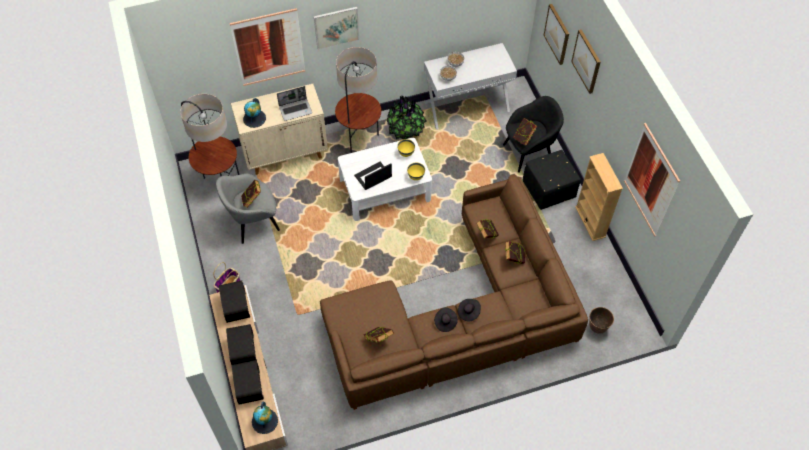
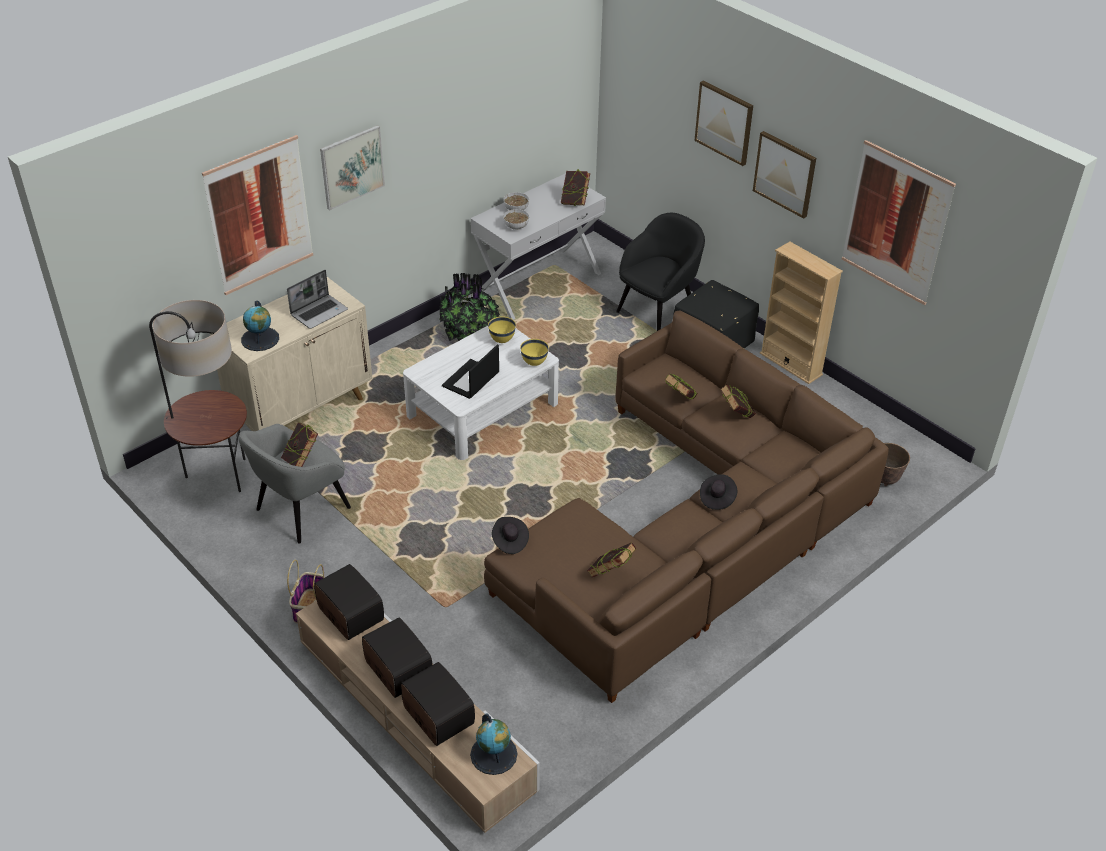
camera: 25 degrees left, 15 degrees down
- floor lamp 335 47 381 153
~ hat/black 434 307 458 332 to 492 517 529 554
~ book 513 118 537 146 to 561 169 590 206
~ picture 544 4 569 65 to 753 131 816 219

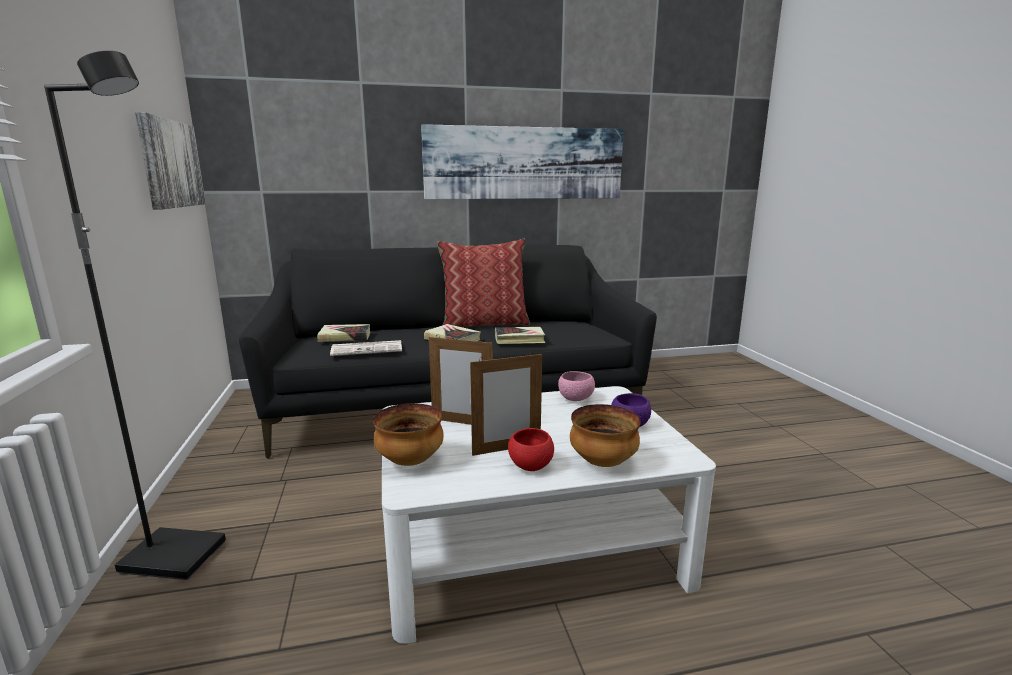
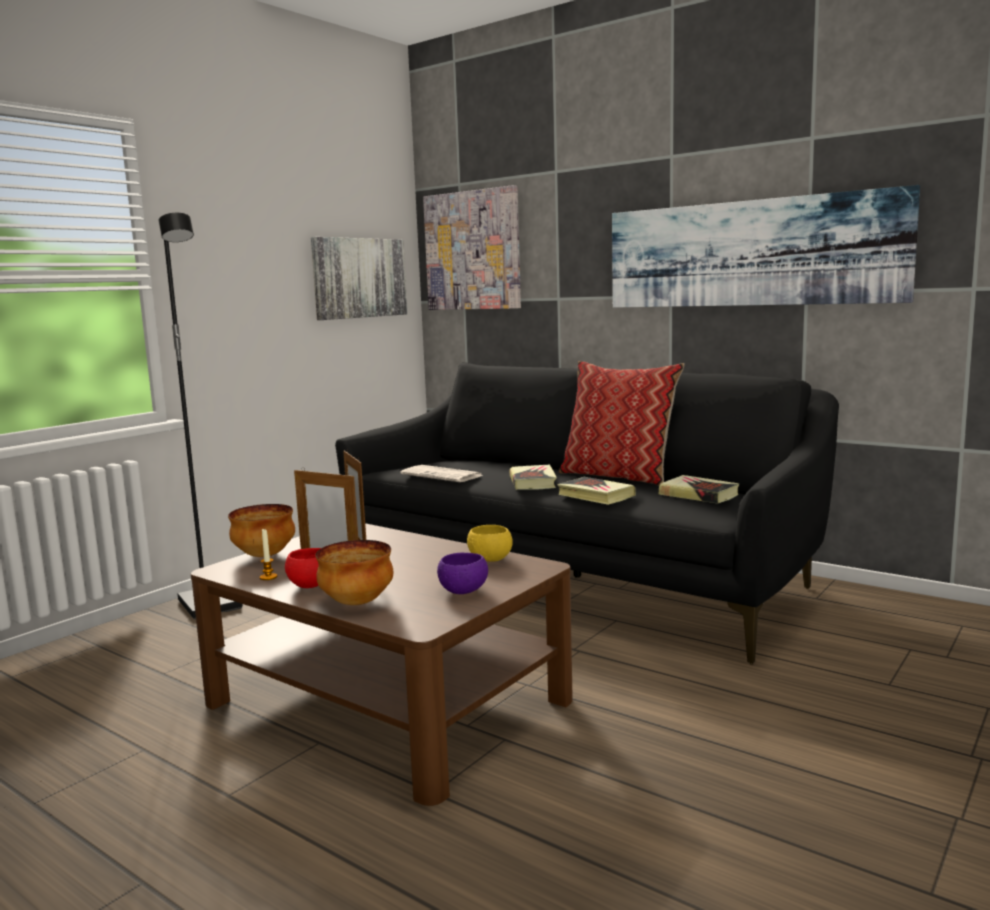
camera: 50 degrees right, 5 degrees down
+ candle 260 529 277 580
+ picture 423 185 521 310
~ book 317 324 370 342 to 659 475 739 503
~ coffee table/white 382 386 716 644 to coffee table/brown 191 523 573 806
~ bowl/pink 558 371 595 401 to bowl/yellow 467 525 513 562

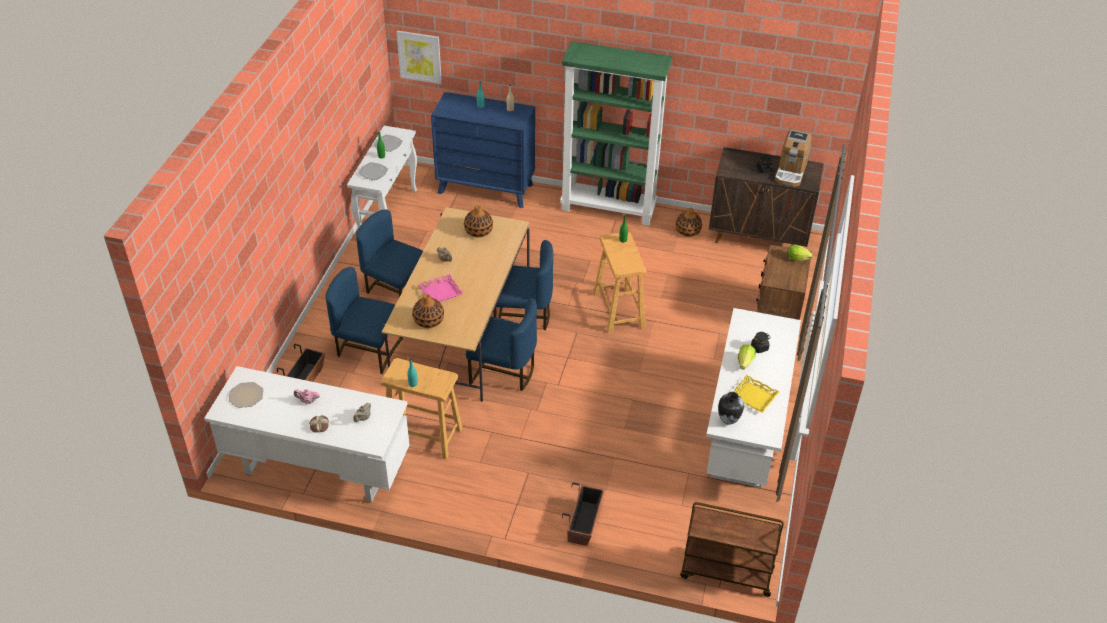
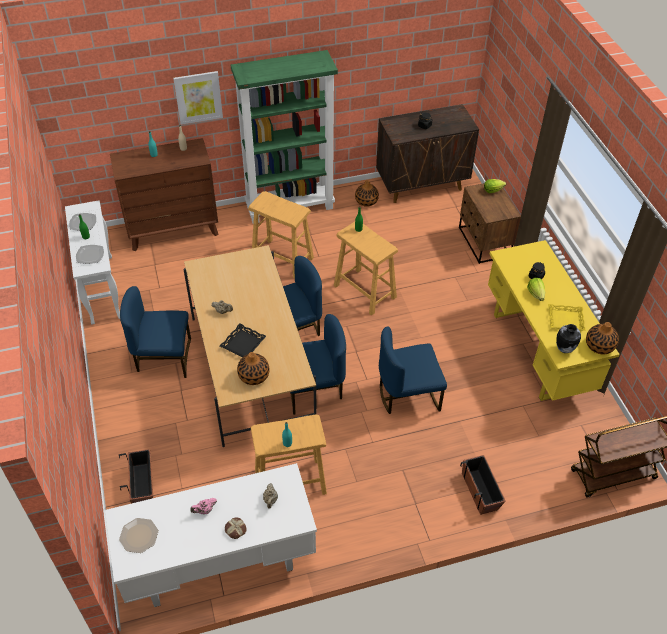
camera: 30 degrees left, 5 degrees up
- coffee machine 775 129 812 187
+ stool/beige 248 191 314 278
~ chair/blue 325 267 403 374 to 379 326 447 414
~ picture 396 30 442 84 to 173 71 223 125
~ vase 464 205 493 237 to 586 322 619 355
~ tray/pink 418 274 463 302 to tray/black 220 323 266 357
~ dresser/blue 431 92 535 208 to dresser/brown 110 138 218 251
~ desk/white 706 308 801 488 to desk/yellow 488 240 620 401

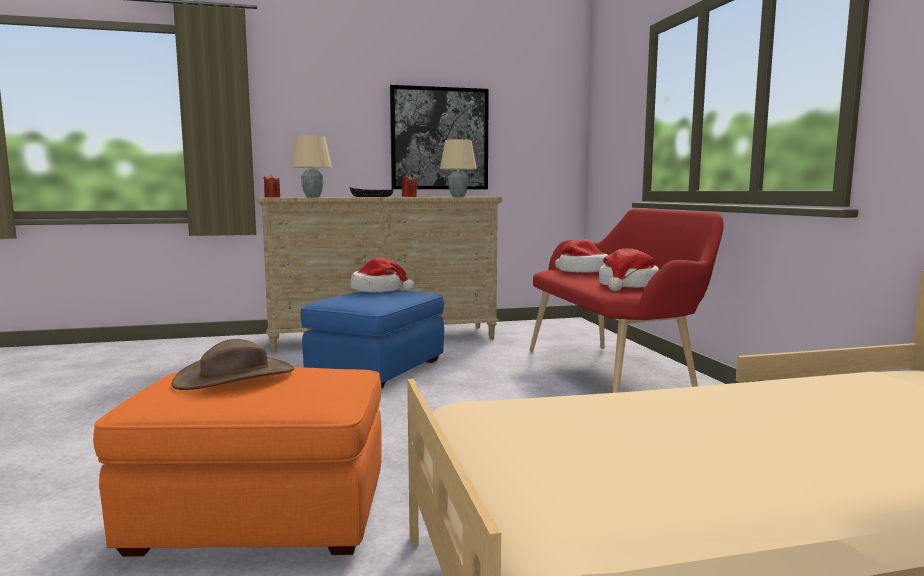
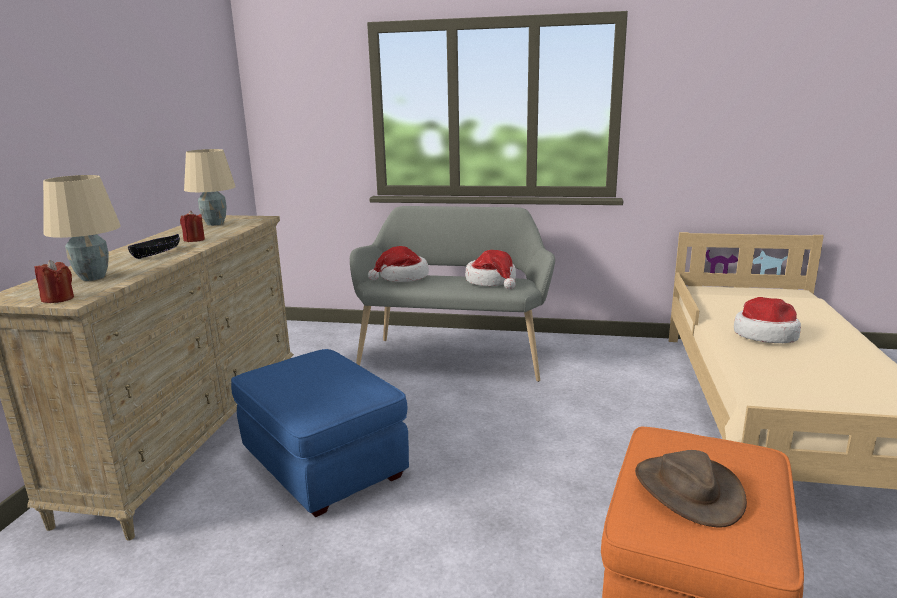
camera: 65 degrees left, 10 degrees up
- picture 390 85 489 189
~ hat 350 258 415 292 to 734 297 801 343
~ bench/red 529 208 724 393 to bench/grey 350 206 555 382

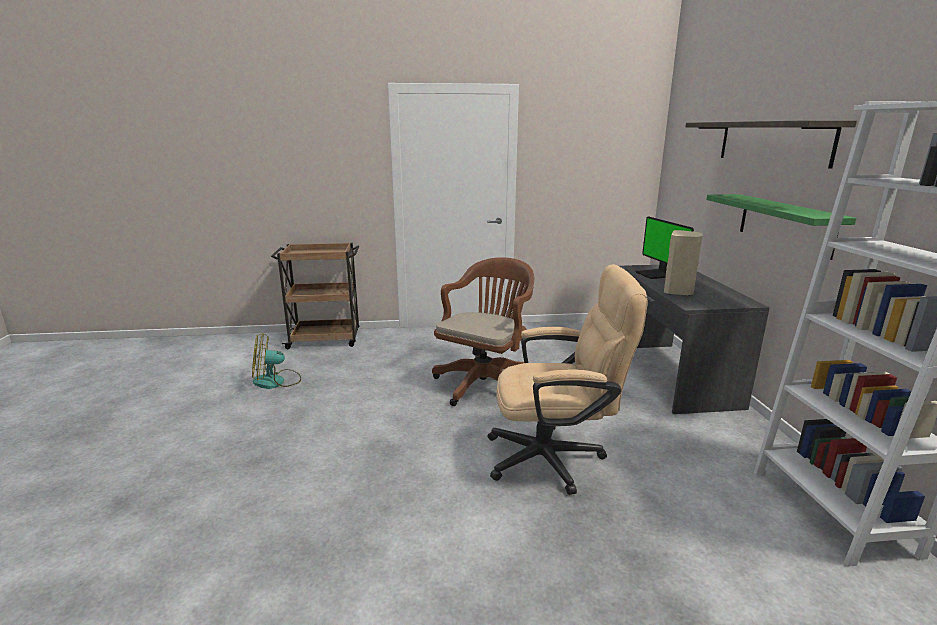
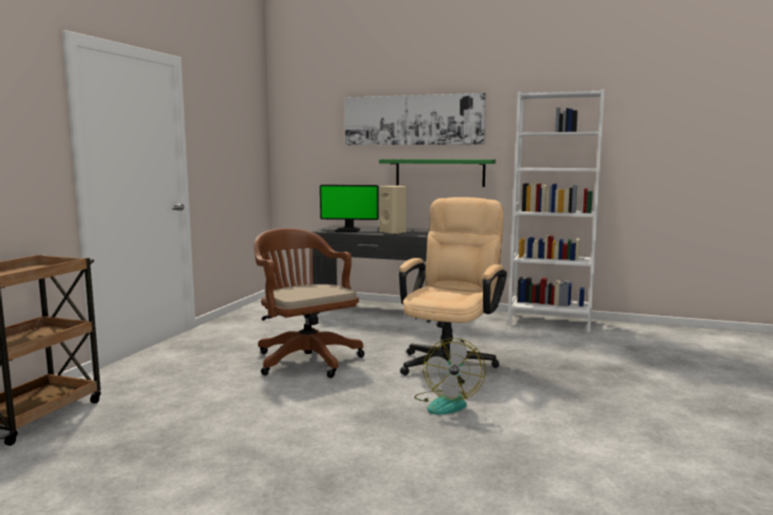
camera: 65 degrees left, 10 degrees down
~ fan 252 333 301 389 to 414 338 486 415
~ shelf 686 120 857 169 to picture 345 93 486 145

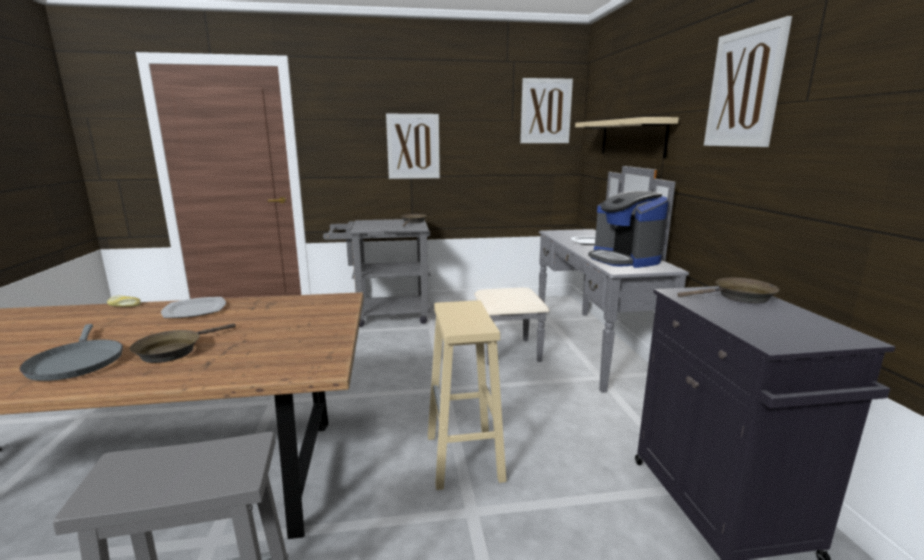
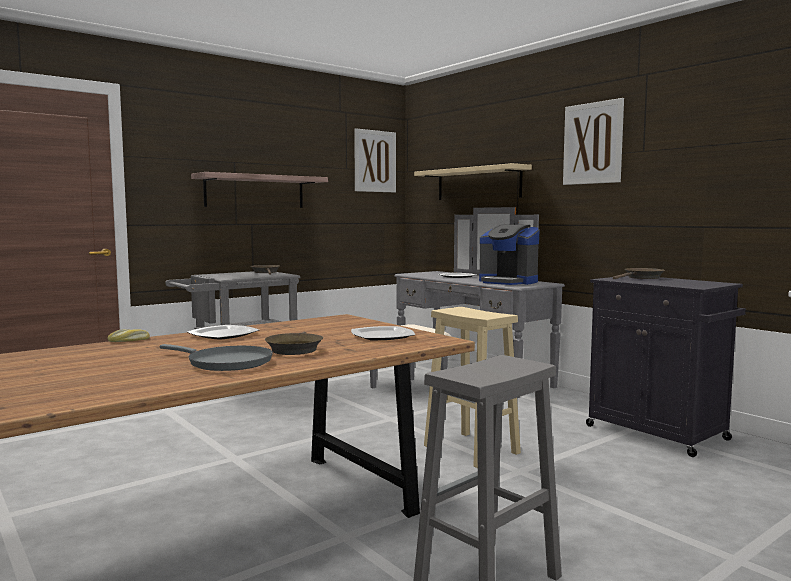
camera: 30 degrees left, 10 degrees down
+ plate 351 326 415 340
~ picture 386 114 440 179 to shelf 191 172 328 208

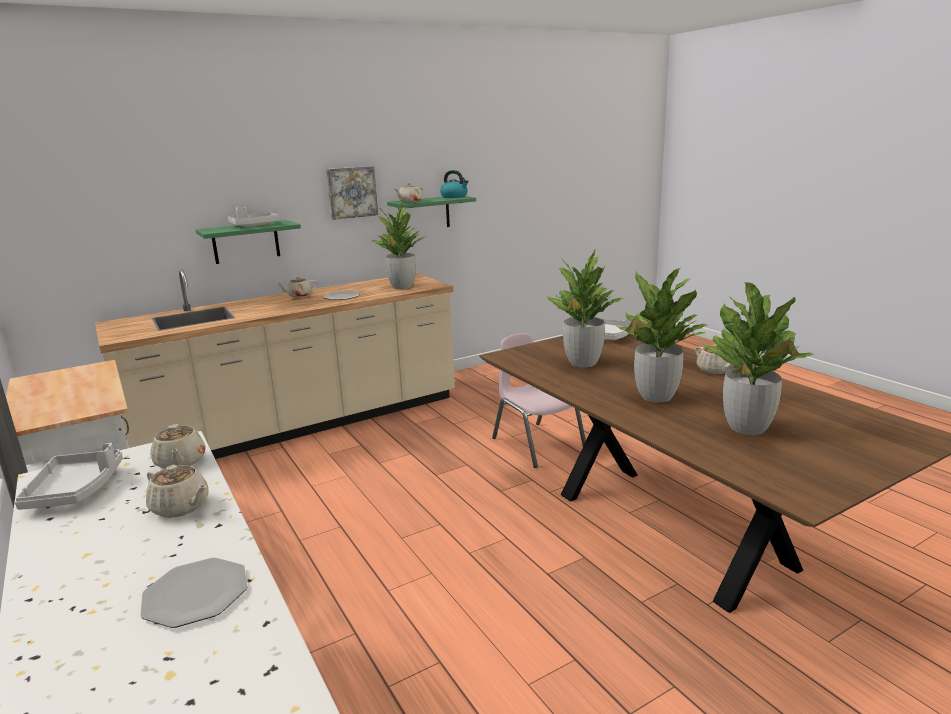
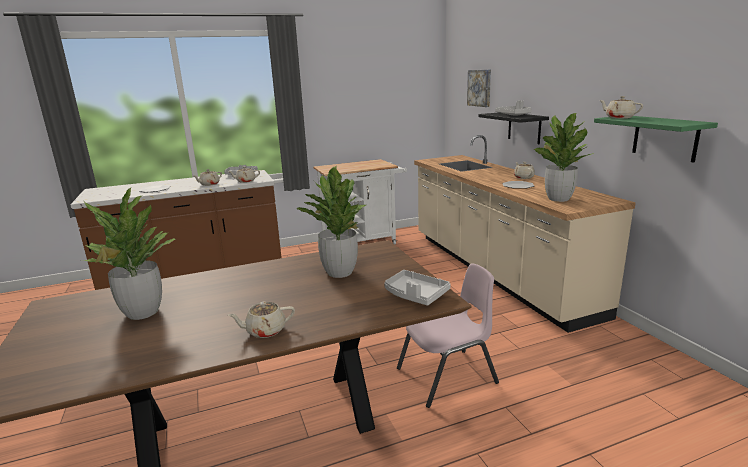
camera: 100 degrees right, 0 degrees up
- kettle 440 170 469 198
- potted plant 615 268 707 403
~ picture 326 166 378 220 to 467 69 491 107
~ shelf/green 196 220 301 264 to shelf/black 478 113 549 144

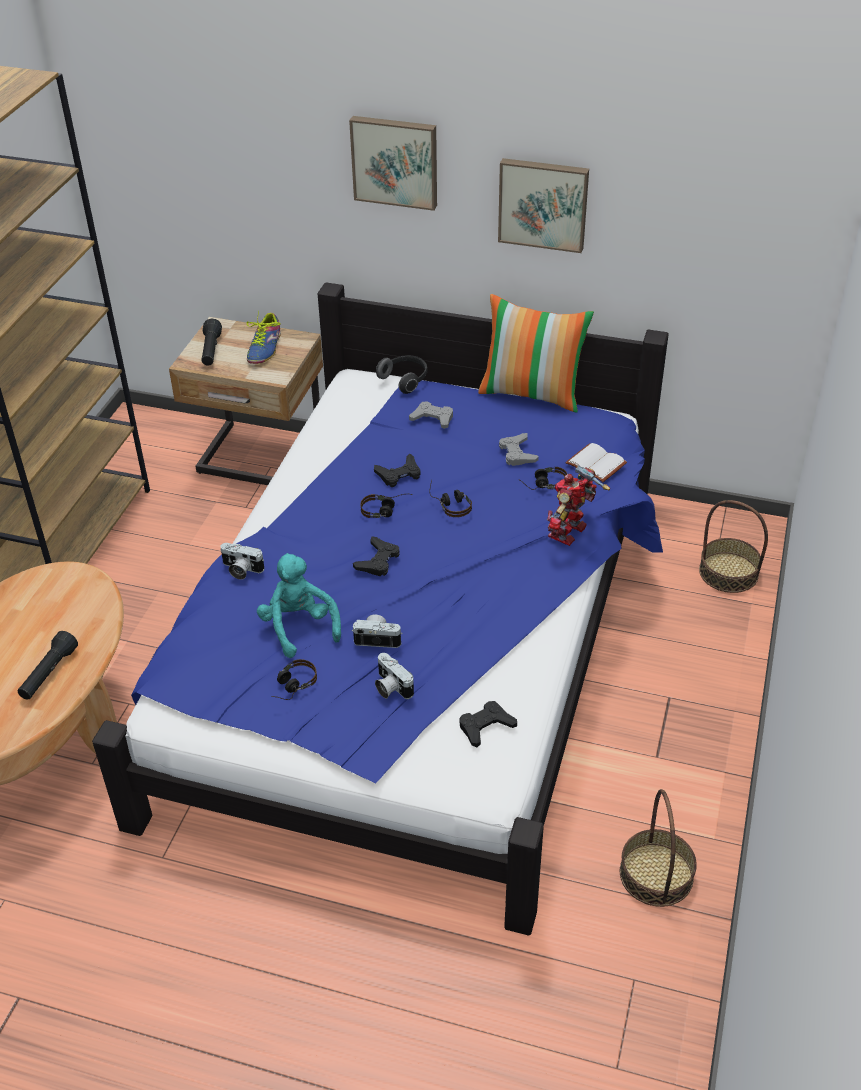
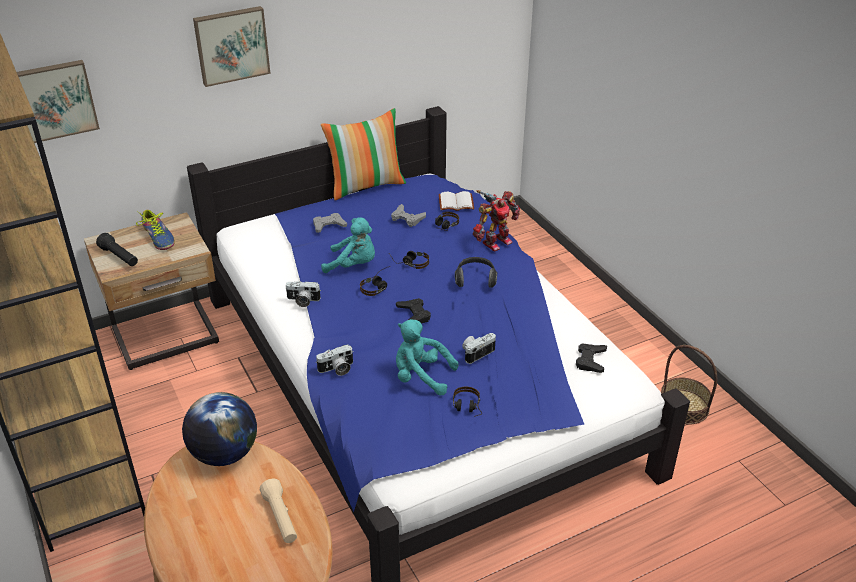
camera: 45 degrees left, 5 degrees down
- basket 699 500 768 593
+ globe 182 392 257 466
~ photo camera 375 653 414 699 to 285 281 321 307
~ headphones 376 355 428 394 to 455 257 497 288
~ picture 498 158 589 253 to 17 60 100 143
~ game controller/black 374 454 420 487 to plush toy/turquoise 321 217 375 273
~ flashlight/black 17 631 78 700 to flashlight/beige 260 479 297 543
~ toy robot 547 466 610 546 = 473 190 520 252 120 degrees counterclockwise

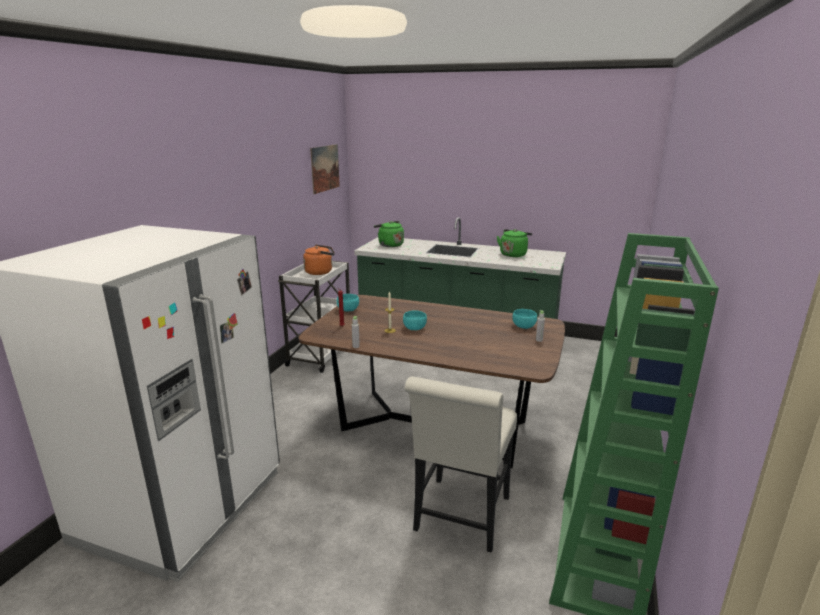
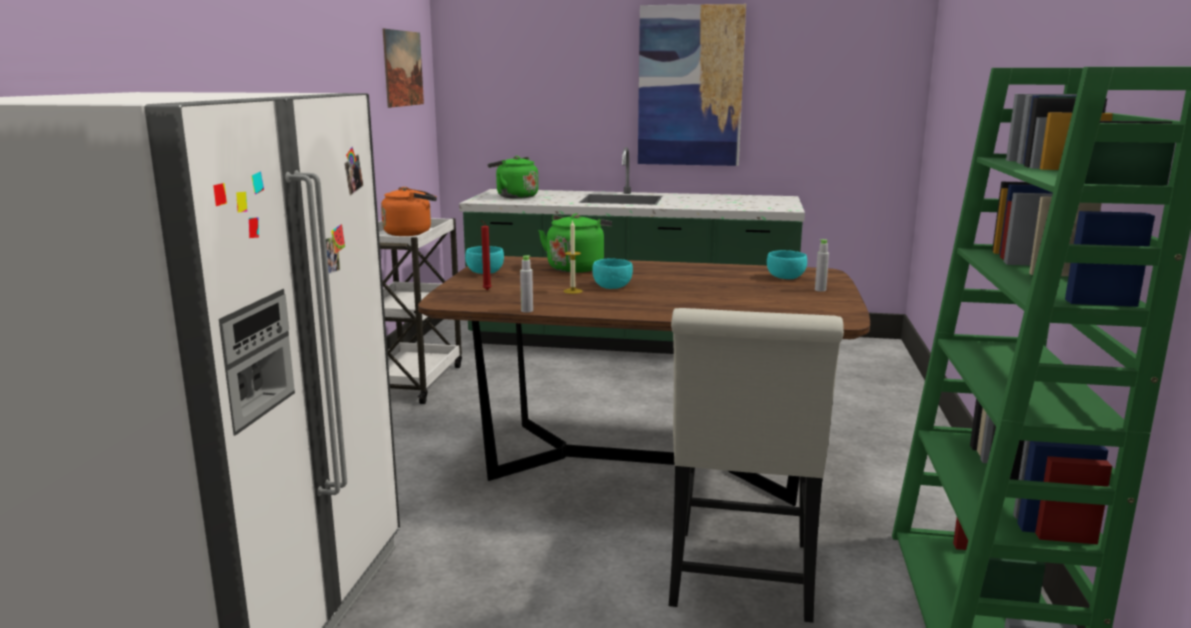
camera: 10 degrees left, 5 degrees down
+ picture 638 4 746 166
~ kettle/green 497 229 532 257 to 539 213 612 273

